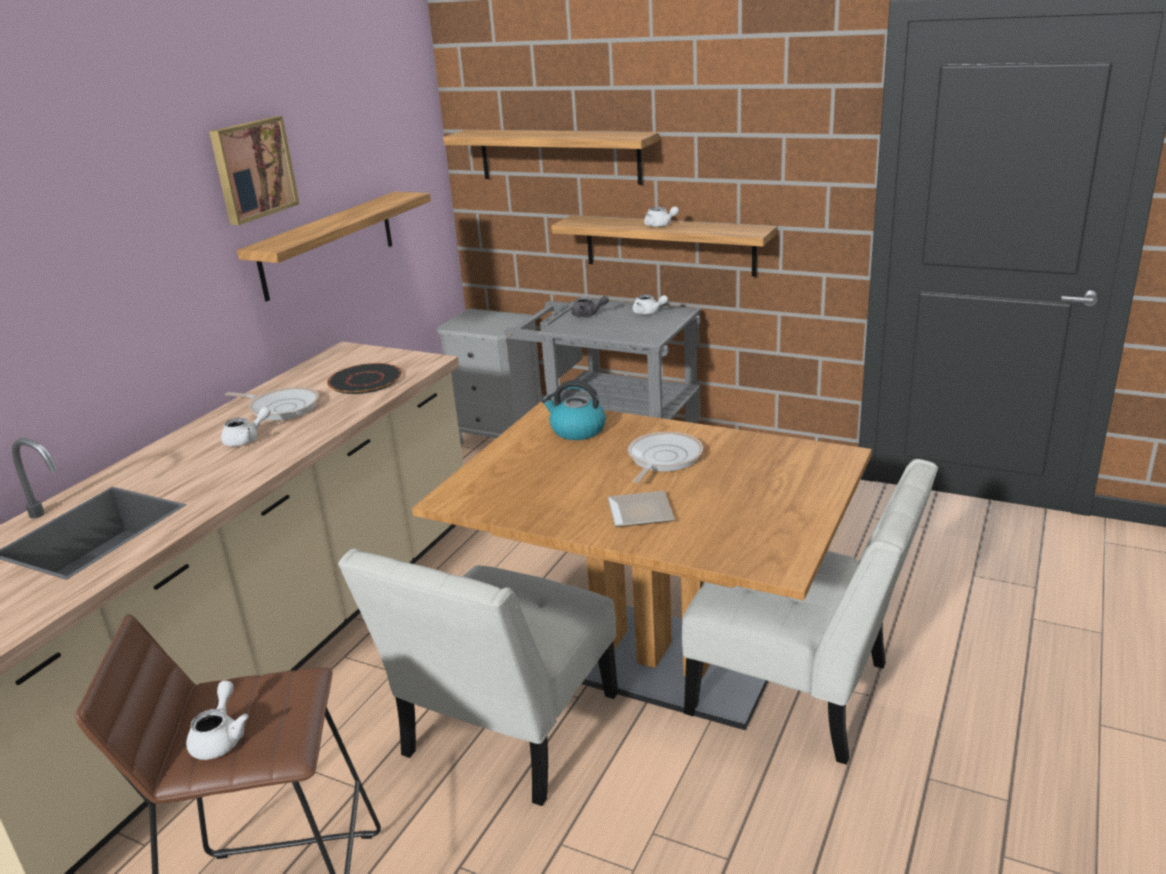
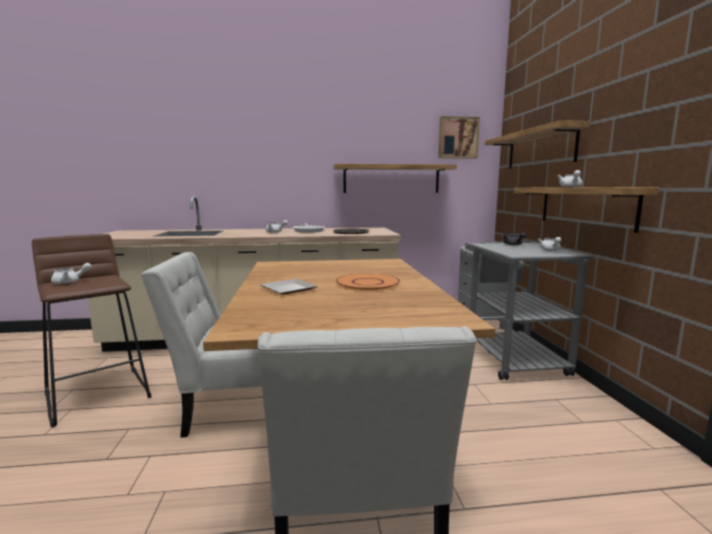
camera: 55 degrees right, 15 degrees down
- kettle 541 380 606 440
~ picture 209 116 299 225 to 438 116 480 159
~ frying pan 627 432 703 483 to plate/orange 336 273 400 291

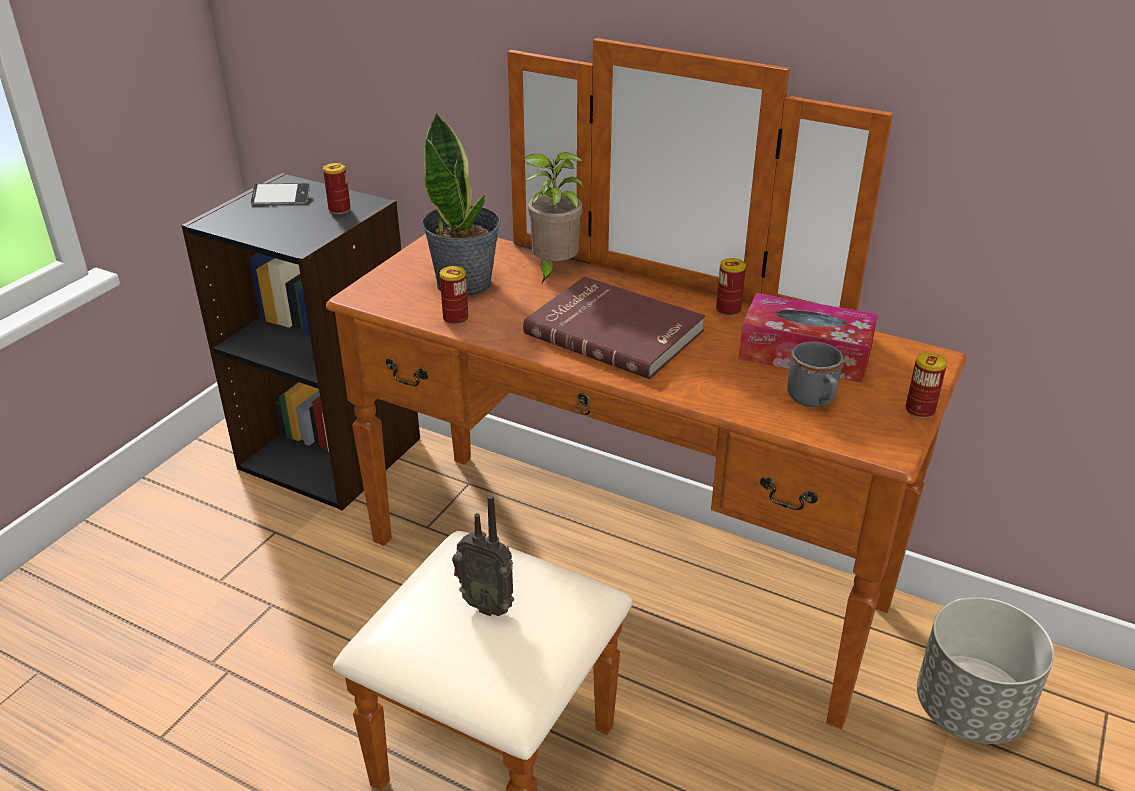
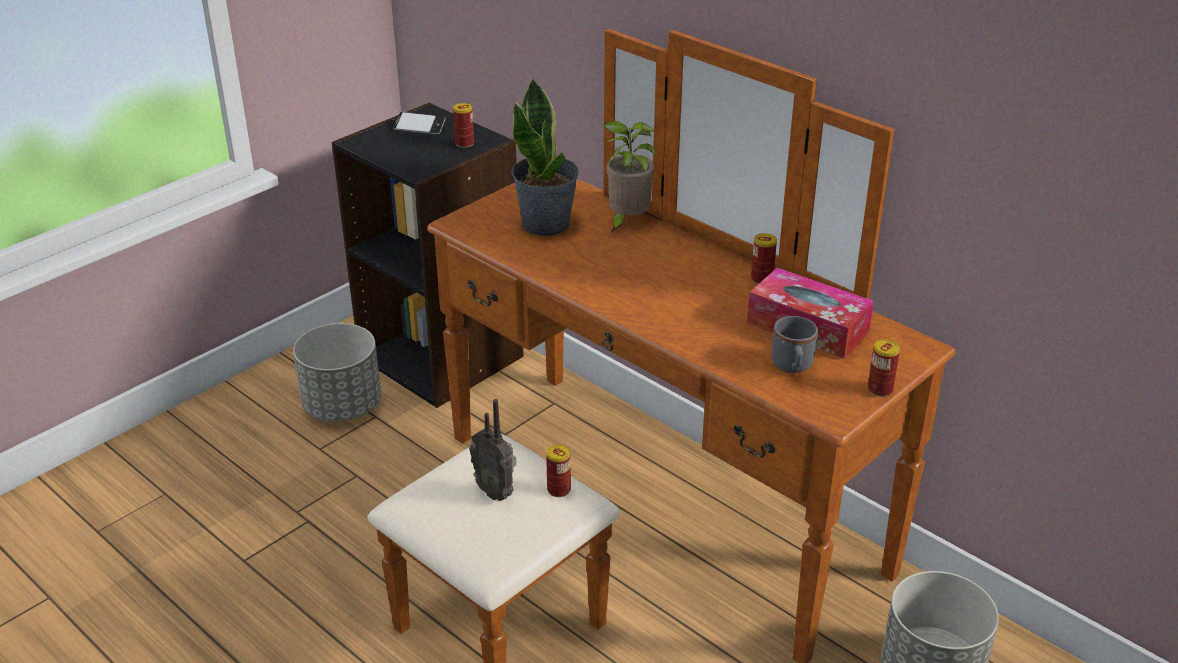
camera: 15 degrees right, 0 degrees up
- book/red 523 276 705 379
+ planter/grey 293 323 381 422
~ can 440 266 468 325 to 546 444 571 497

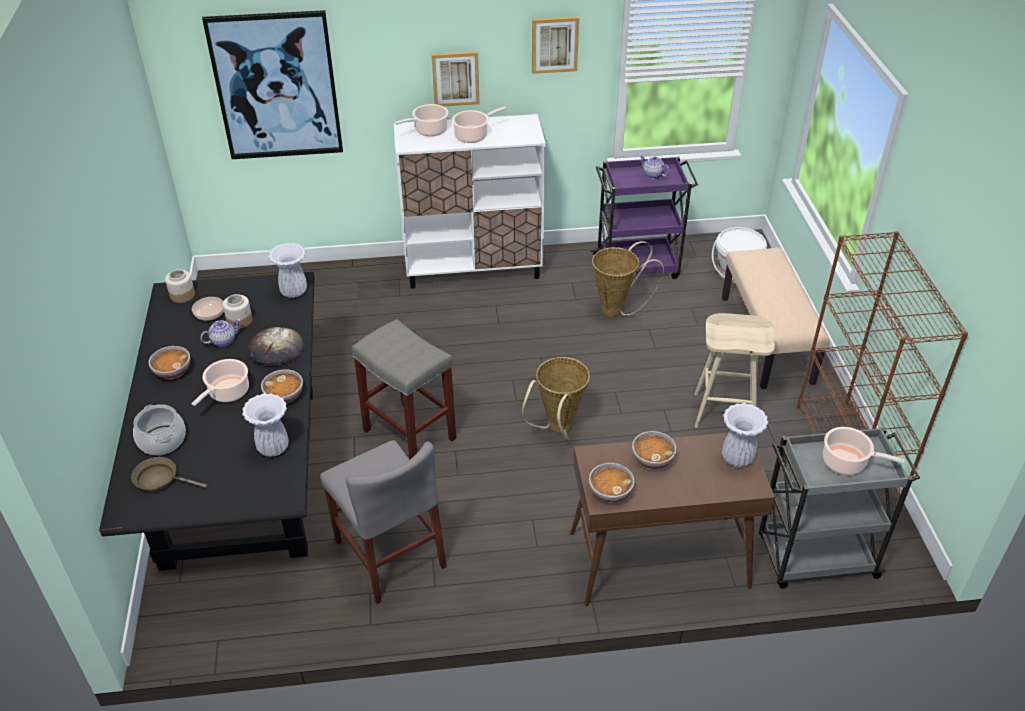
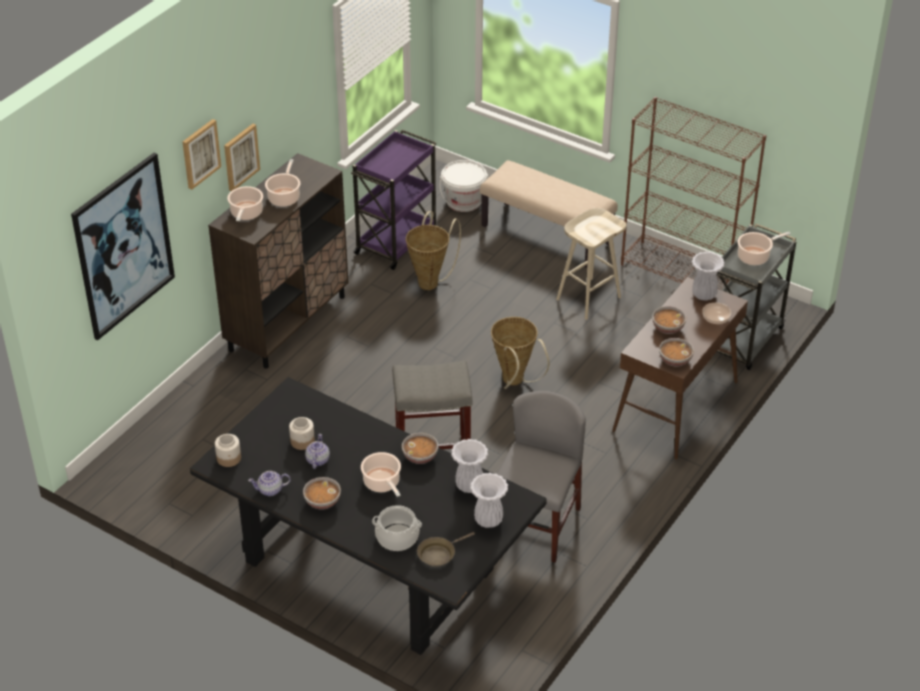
camera: 50 degrees left, 0 degrees up
- bread 248 327 304 366
~ bowl 192 297 224 321 to 702 303 731 324
~ vase/white 269 243 307 298 to 470 473 508 528
~ picture 532 16 579 74 to 183 119 221 190
~ teapot 640 156 670 179 to 248 471 291 496
~ cabinet/white 394 114 546 289 to cabinet/brown 208 153 348 368
~ chair/grey 320 440 447 604 = 497 391 586 562 75 degrees counterclockwise

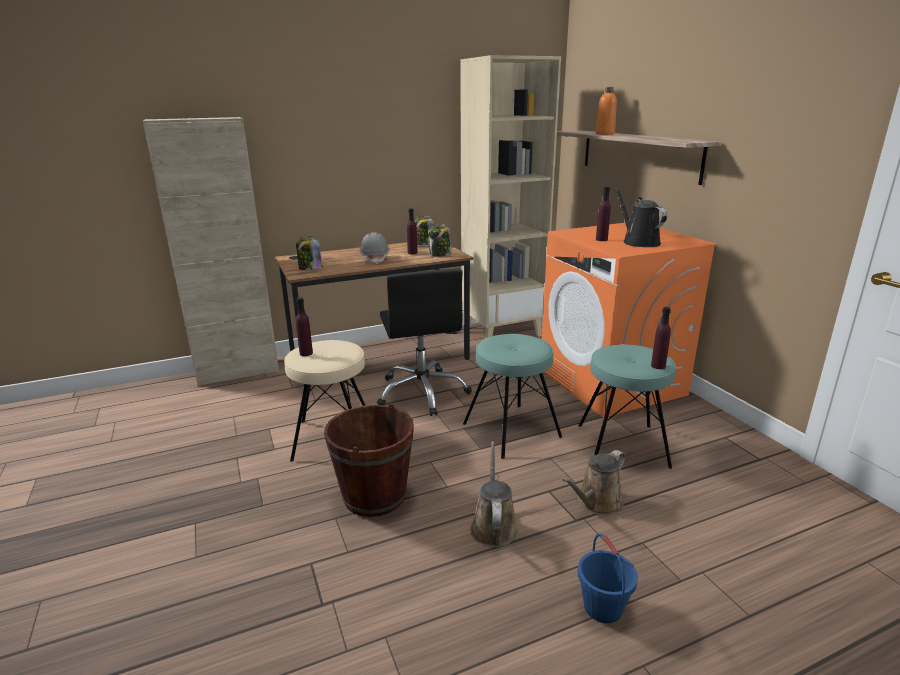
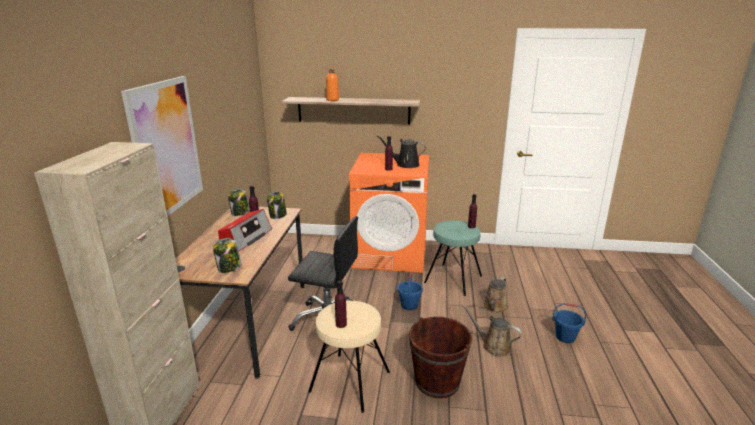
camera: 60 degrees left, 0 degrees up
- bookcase/beige 460 55 561 339
+ picture 121 76 203 216
~ hard hat/grey 359 232 390 264 to radio 218 209 272 251
~ stool/turquoise 463 334 562 459 to bucket/blue 398 272 423 310
~ watering can/brown 562 450 626 515 = 483 277 508 313 45 degrees clockwise

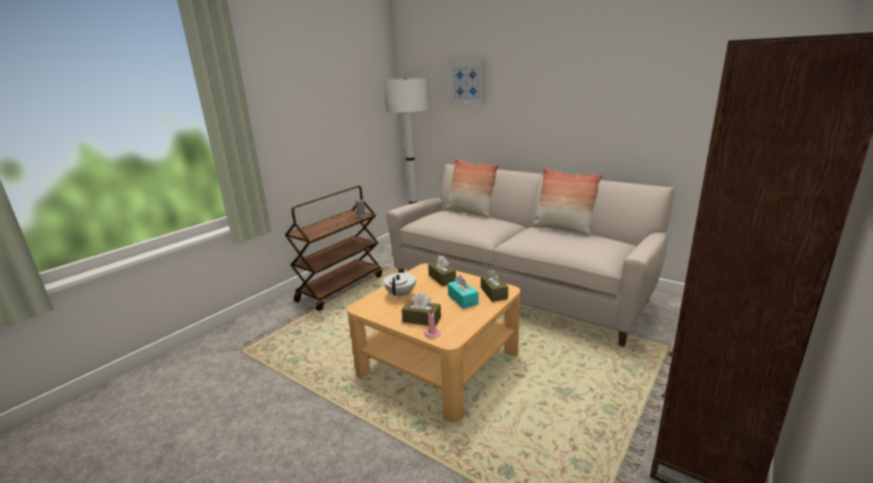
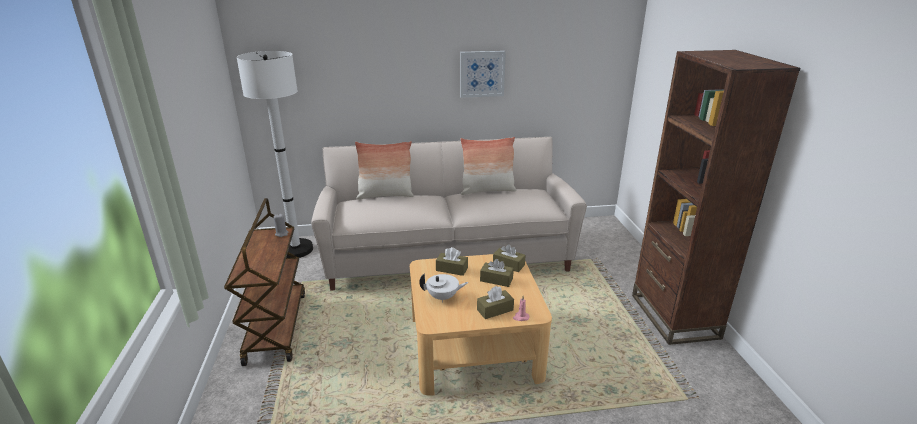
camera: 45 degrees left, 5 degrees up
~ picture 448 59 486 105 to 460 51 506 98
~ tissue box/turquoise 448 275 478 309 to tissue box/brown 480 259 514 287
~ teapot/white 384 269 416 298 = 419 273 468 303 120 degrees clockwise

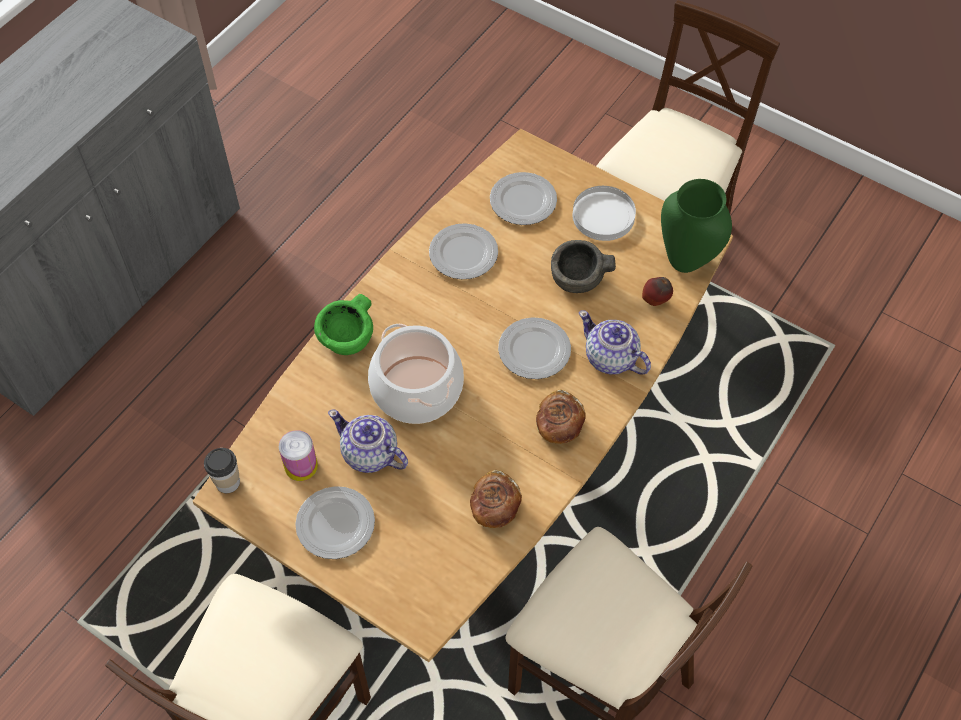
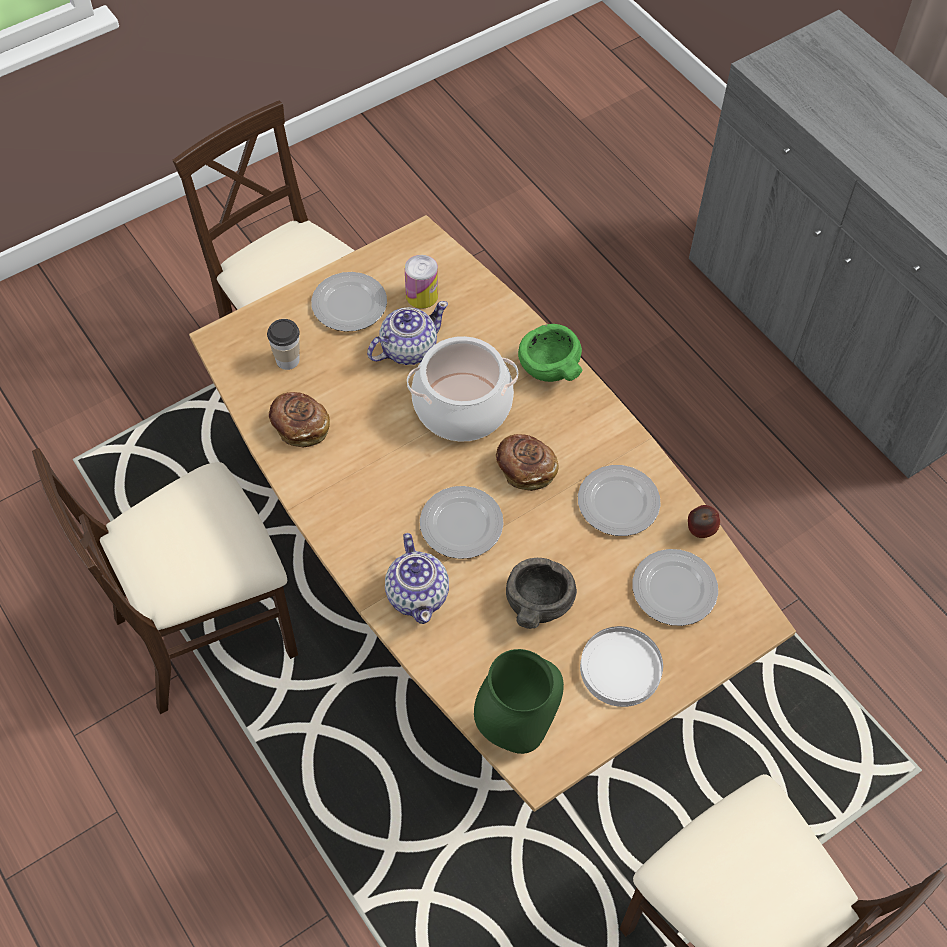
camera: 110 degrees right, 0 degrees up
~ cup 204 448 240 493 to 267 319 300 370
~ bread 536 390 586 444 to 496 434 559 491
~ apple 642 277 673 306 to 688 505 720 538
~ teapot 579 310 651 375 = 385 533 449 624 105 degrees clockwise

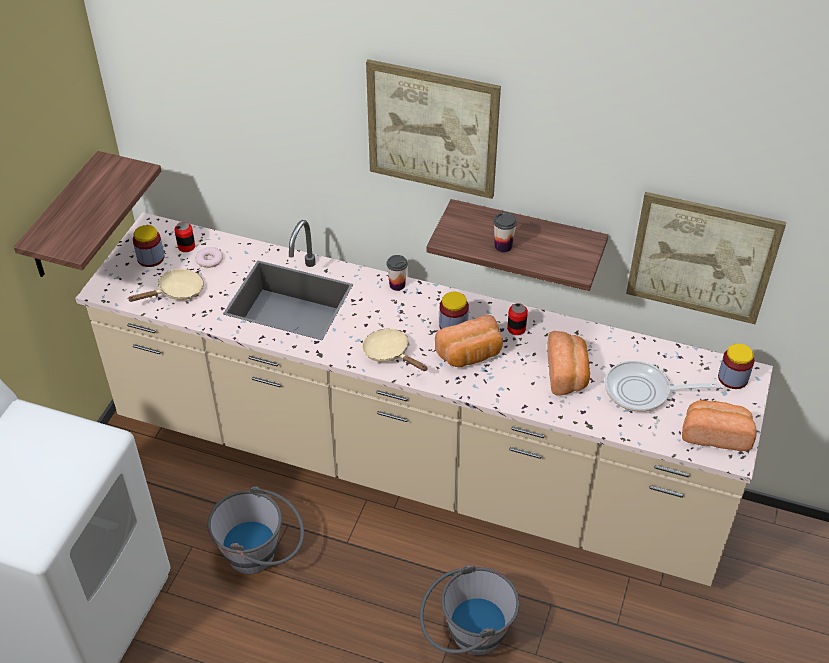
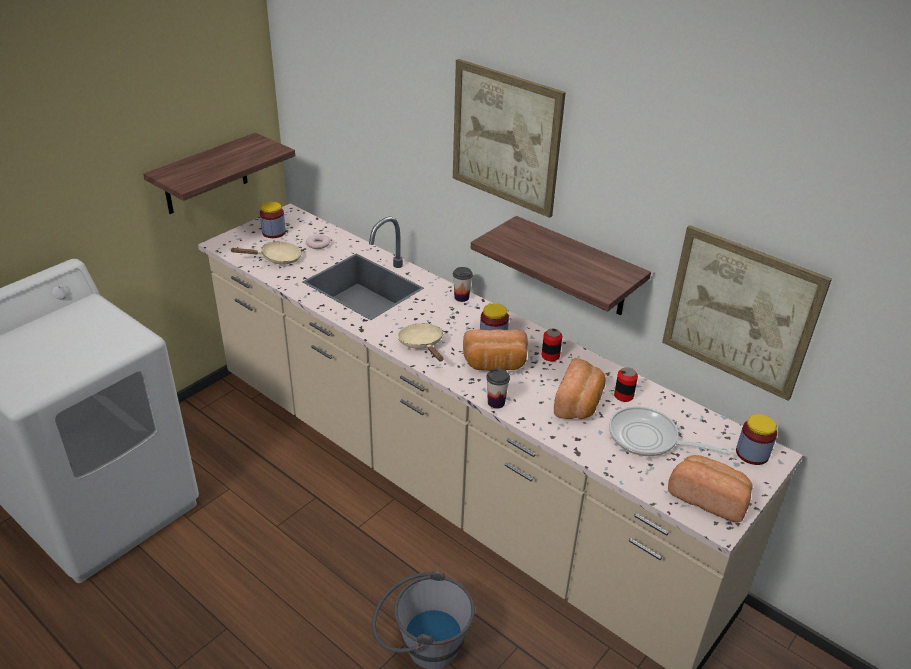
camera: 20 degrees right, 10 degrees down
- bucket/grey 207 486 304 575
~ can 174 222 195 252 to 614 367 638 402
~ cup 493 212 517 252 to 486 368 510 408

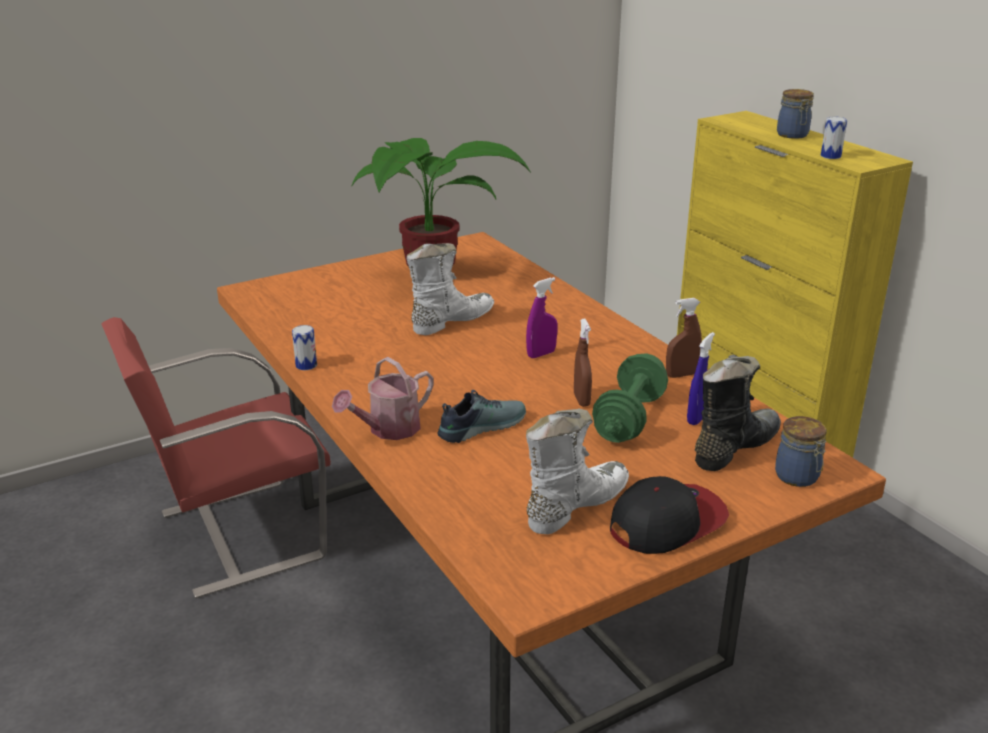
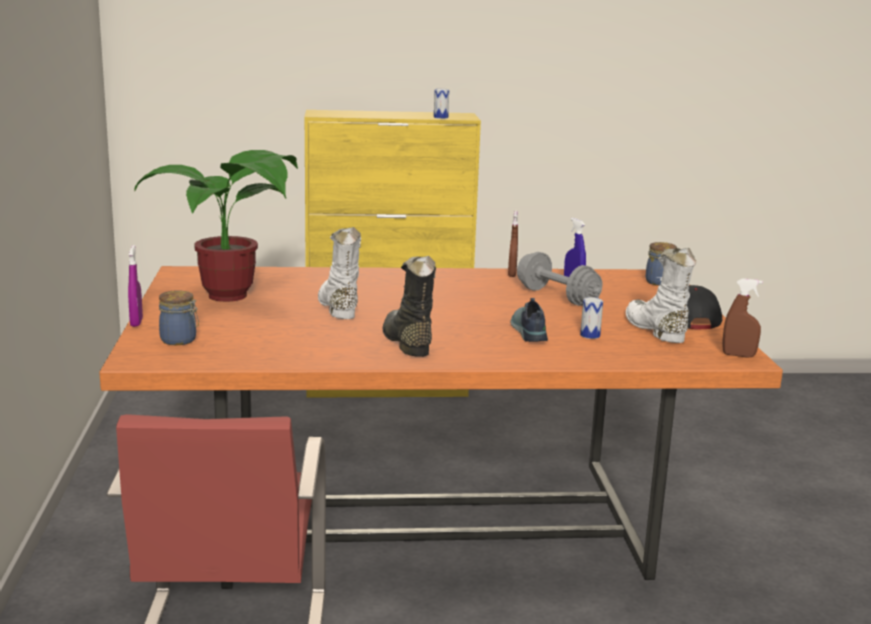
camera: 65 degrees left, 10 degrees down
- watering can 332 357 434 440
~ can 292 325 317 370 to 580 297 603 339
~ spray bottle/purple 526 277 557 358 to 128 245 143 327
~ spray bottle/brown 574 319 592 407 to 723 278 763 358
~ boot/black 695 356 781 471 to 383 256 436 357
~ jar 777 89 814 139 to 159 290 199 345
~ dumbbell/green 592 353 668 443 to dumbbell/grey 517 252 602 306

